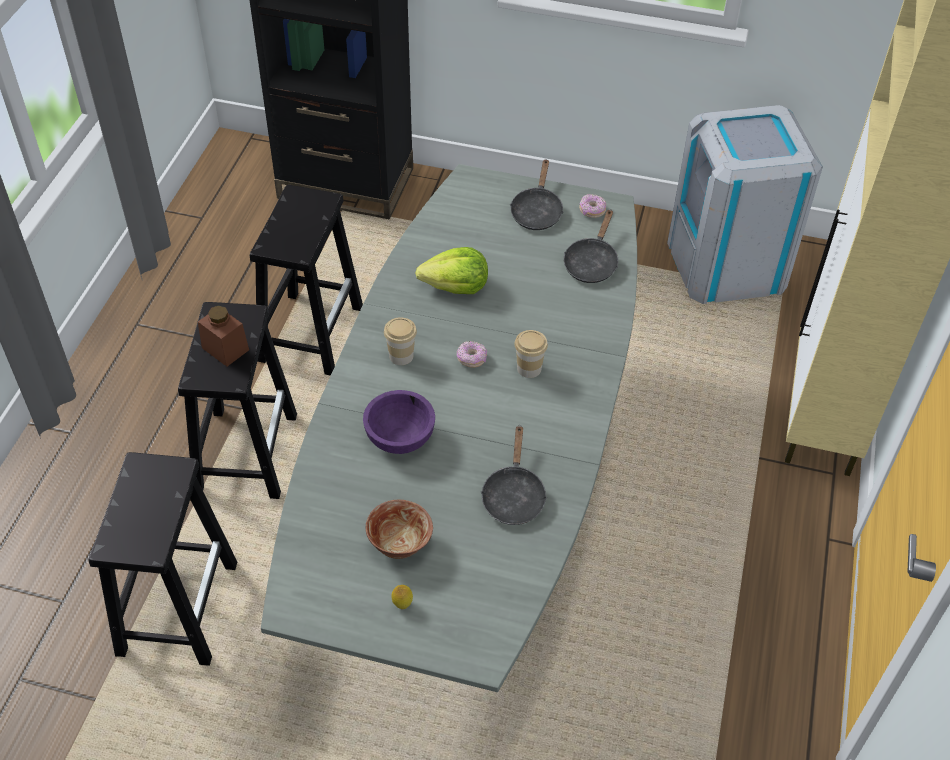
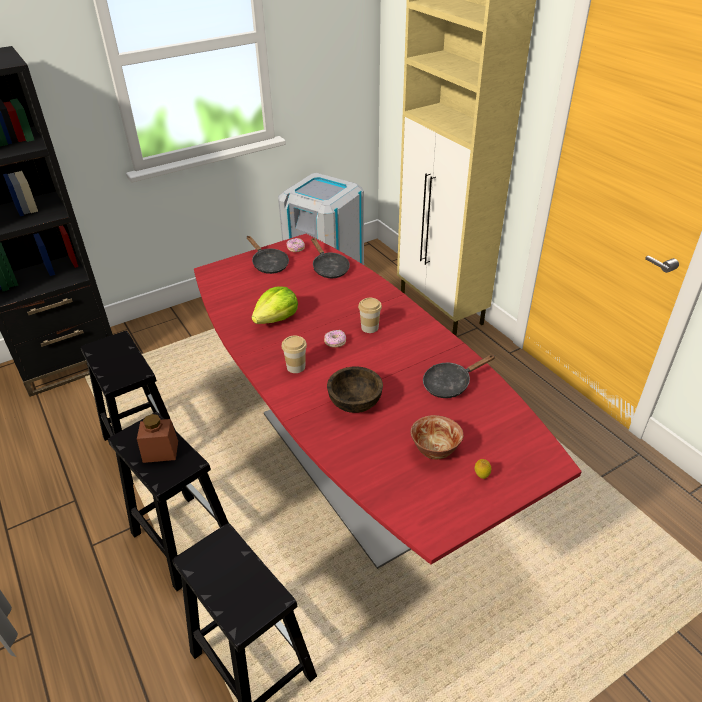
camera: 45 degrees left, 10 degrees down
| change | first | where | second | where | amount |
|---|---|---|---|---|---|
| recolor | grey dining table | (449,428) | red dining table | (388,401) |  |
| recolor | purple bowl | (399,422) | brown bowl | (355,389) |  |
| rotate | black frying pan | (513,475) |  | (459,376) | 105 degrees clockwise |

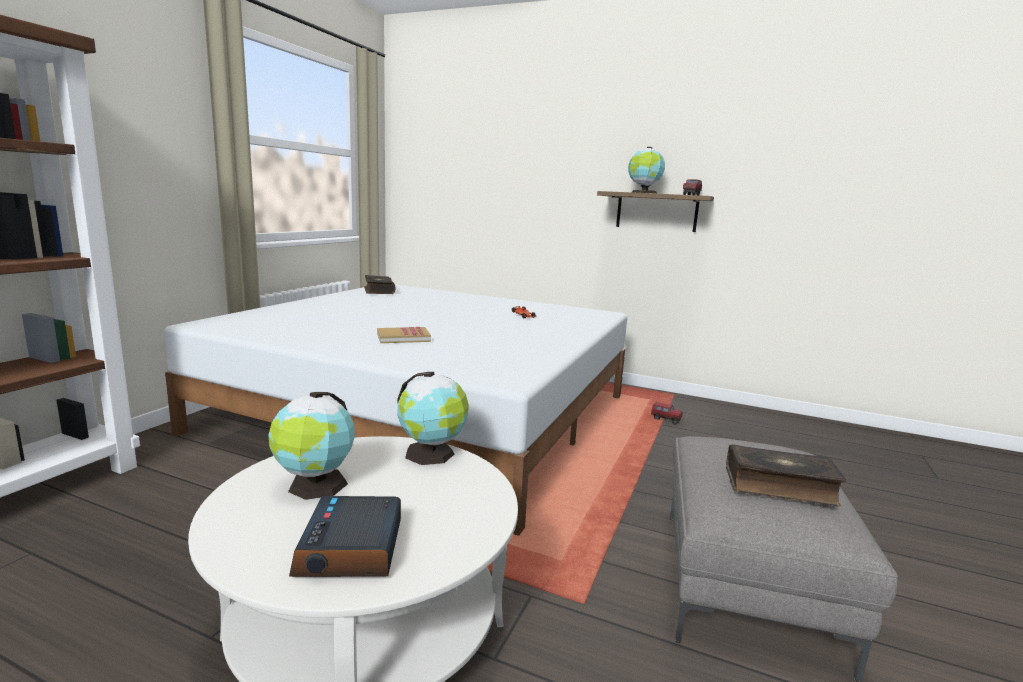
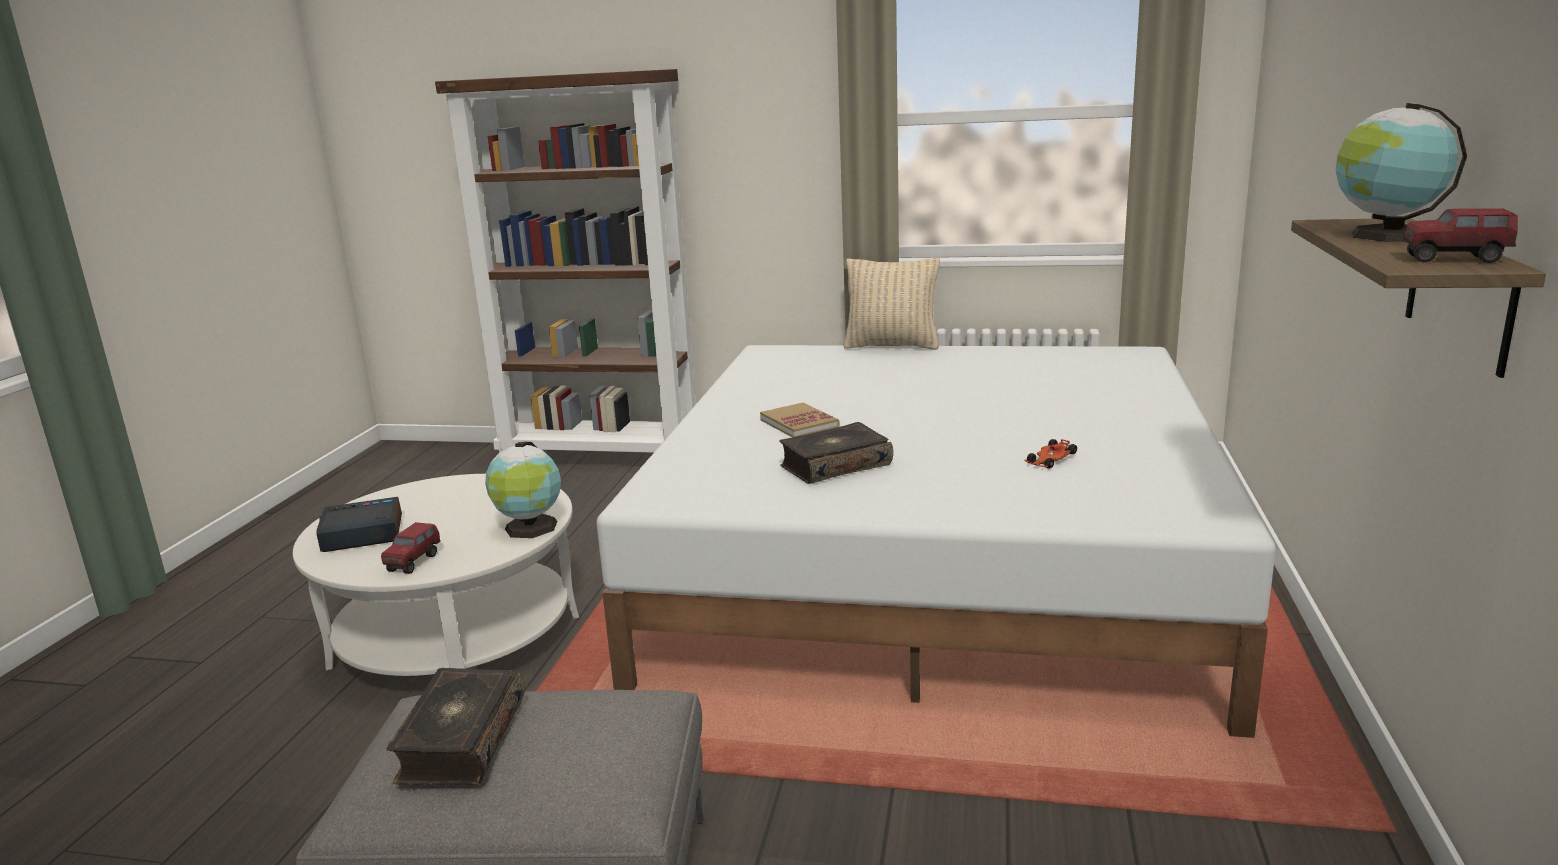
camera: 80 degrees right, 5 degrees up
| change | first | where | second | where | amount |
|---|---|---|---|---|---|
| move | toy truck | (667,413) |  | (411,548) |  |
| move | book | (380,284) |  | (836,453) |  |
| insert |  |  | beige pillow | (892,303) |  |
| delete | globe | (311,446) |  |  |  |

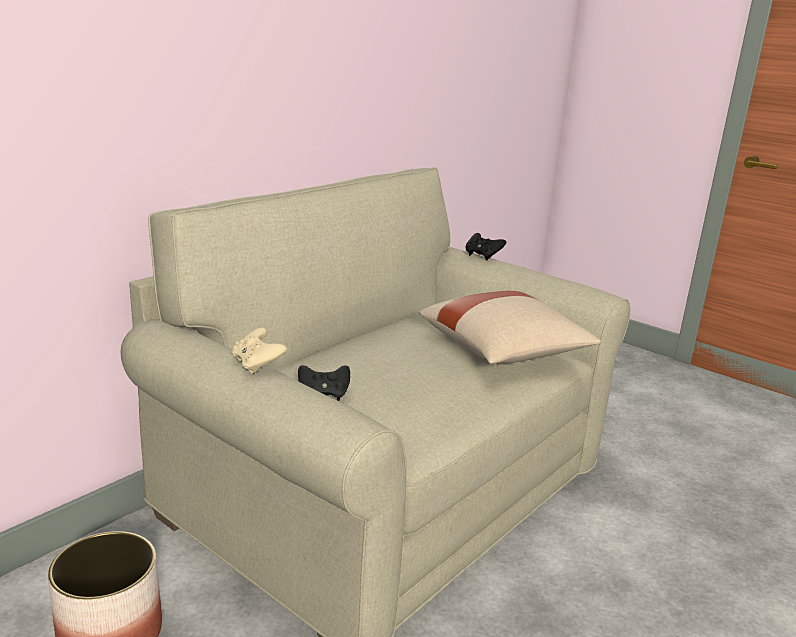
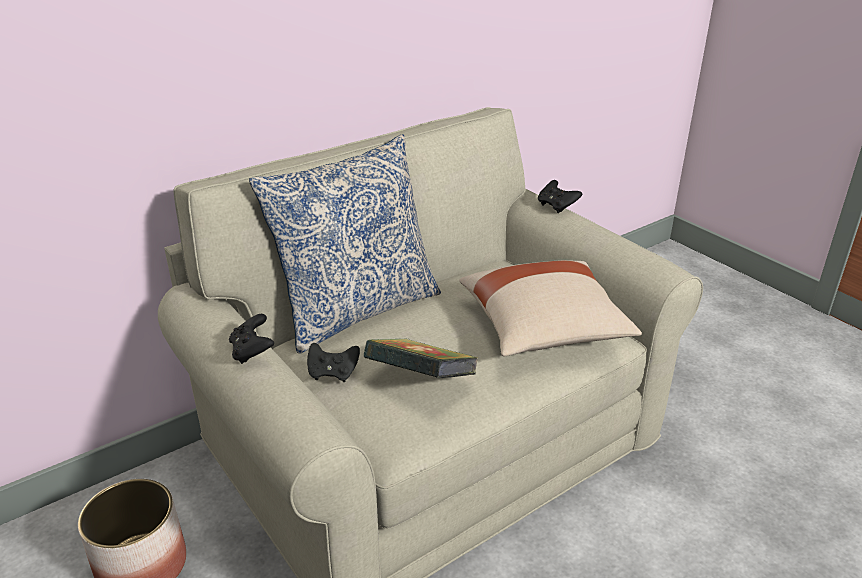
camera: 15 degrees right, 10 degrees up
| change | first | where | second | where | amount |
|---|---|---|---|---|---|
| recolor | beige game controller | (259,350) | black game controller | (251,339) |  |
| insert |  |  | pillow | (345,244) |  |
| insert |  |  | book | (421,358) |  |

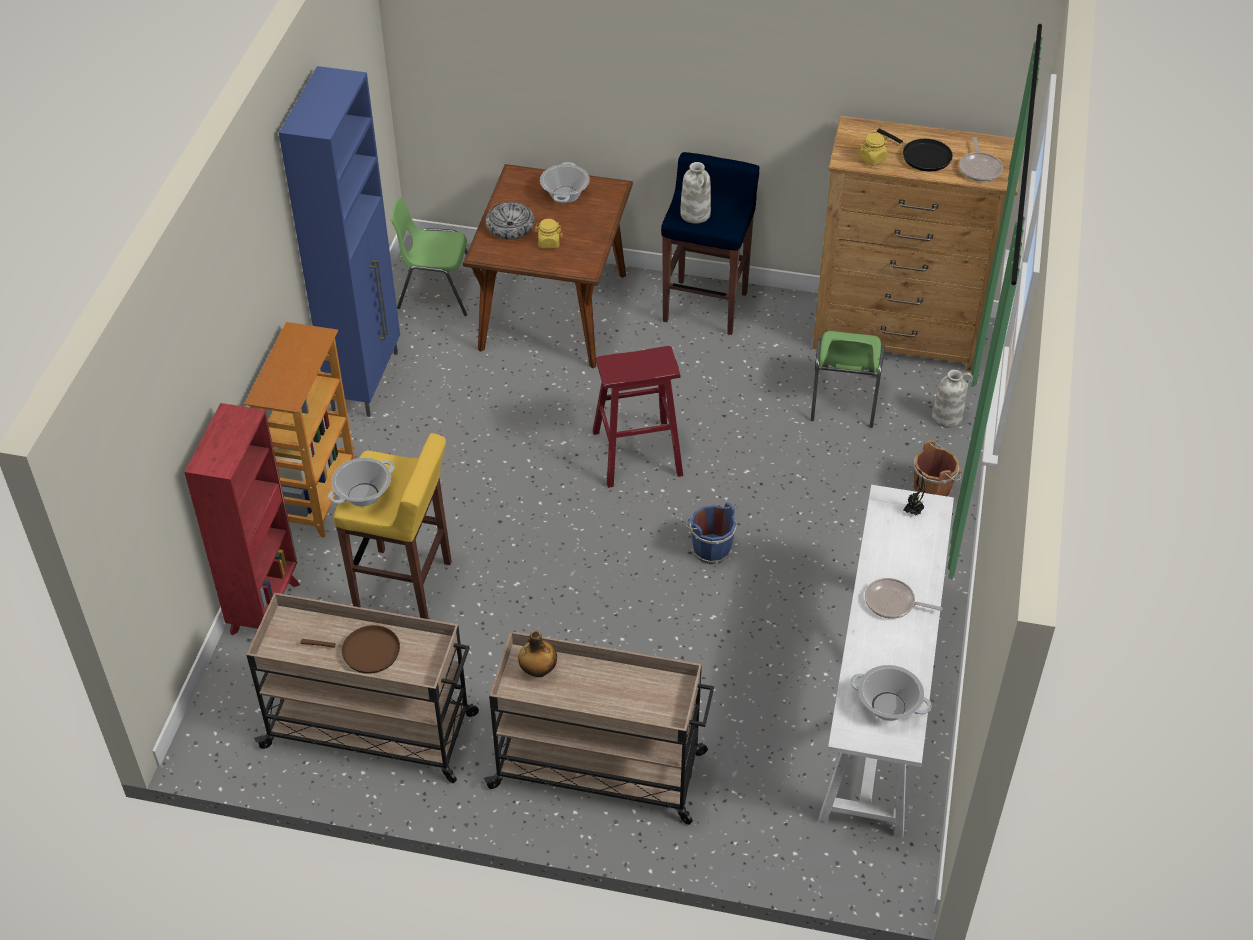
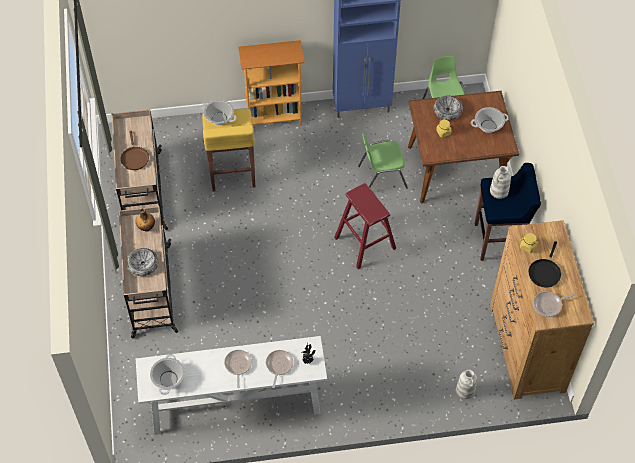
camera: 70 degrees right, 10 degrees up
| change | first | where | second | where | amount |
|---|---|---|---|---|---|
| insert |  |  | bowl | (142,262) |  |
| insert |  |  | frying pan | (279,369) |  |
| move | green chair | (848,379) |  | (383,161) |  |
| delete | red bookcase | (242,519) |  |  |  |
| delete | blue bucket | (711,533) |  |  |  |
| delete | brown bucket | (937,468) |  |  |  |

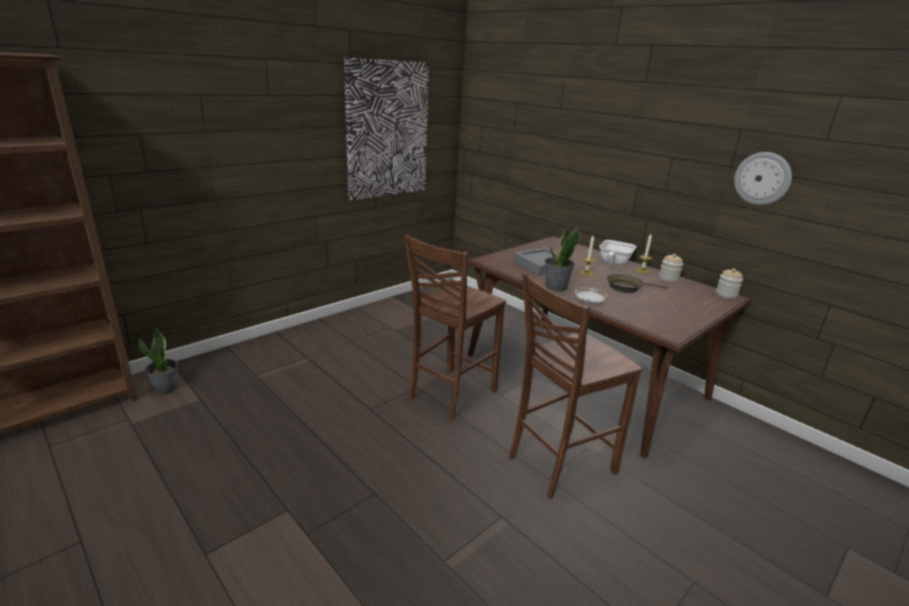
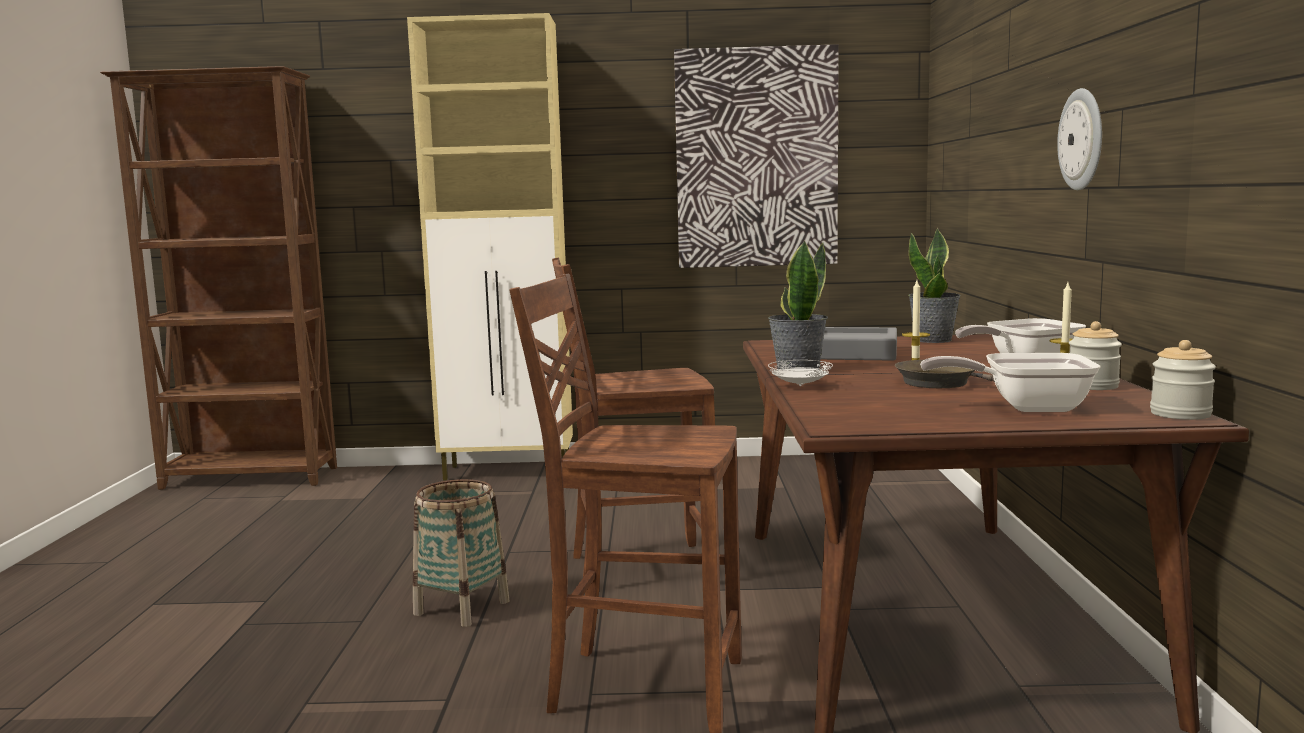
camera: 45 degrees right, 15 degrees down
| change | first | where | second | where | amount |
|---|---|---|---|---|---|
| insert |  |  | beige cabinet | (490,246) |  |
| insert |  |  | basket | (461,553) |  |
| move | potted plant | (158,361) |  | (934,285) |  |
| insert |  |  | frying pan | (1010,382) |  |
| move | wall clock | (763,178) |  | (1079,139) |  |

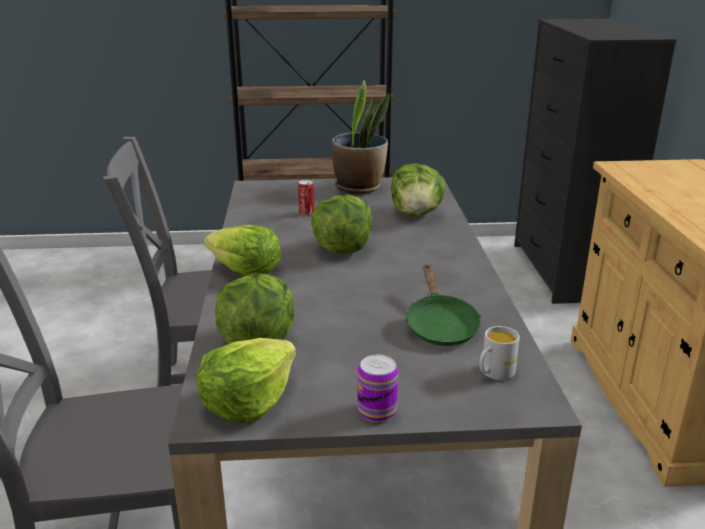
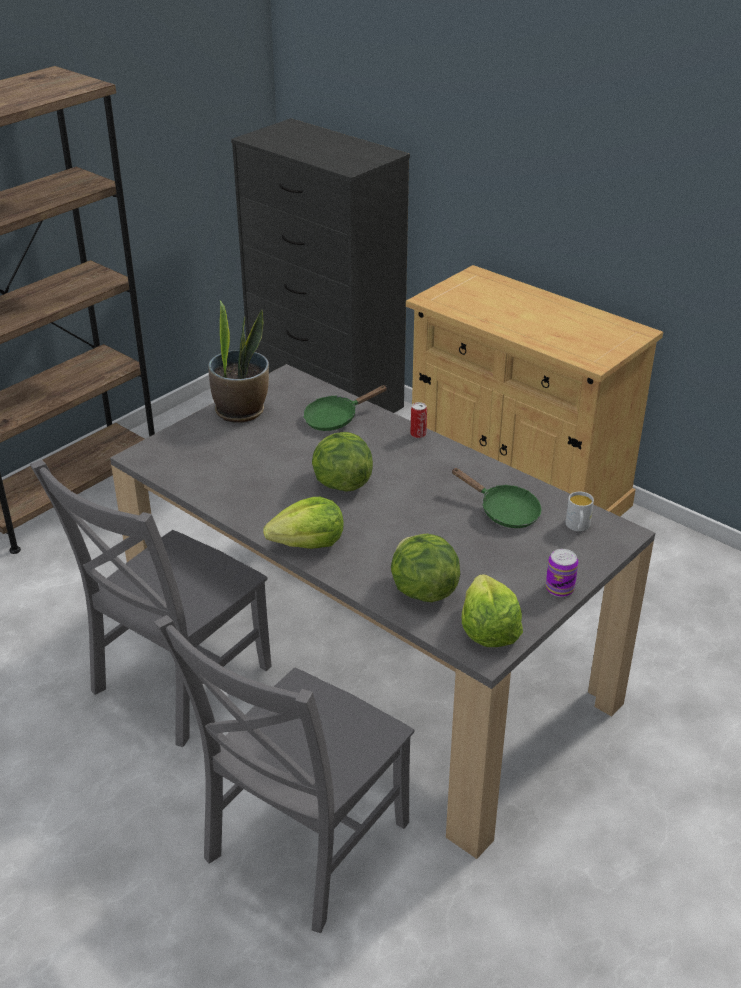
camera: 45 degrees left, 10 degrees up
| change | first | where | second | where | amount |
|---|---|---|---|---|---|
| replace | lettuce | (418,189) | green frying pan | (345,408) |  |
| move | can | (306,198) |  | (418,420) |  |

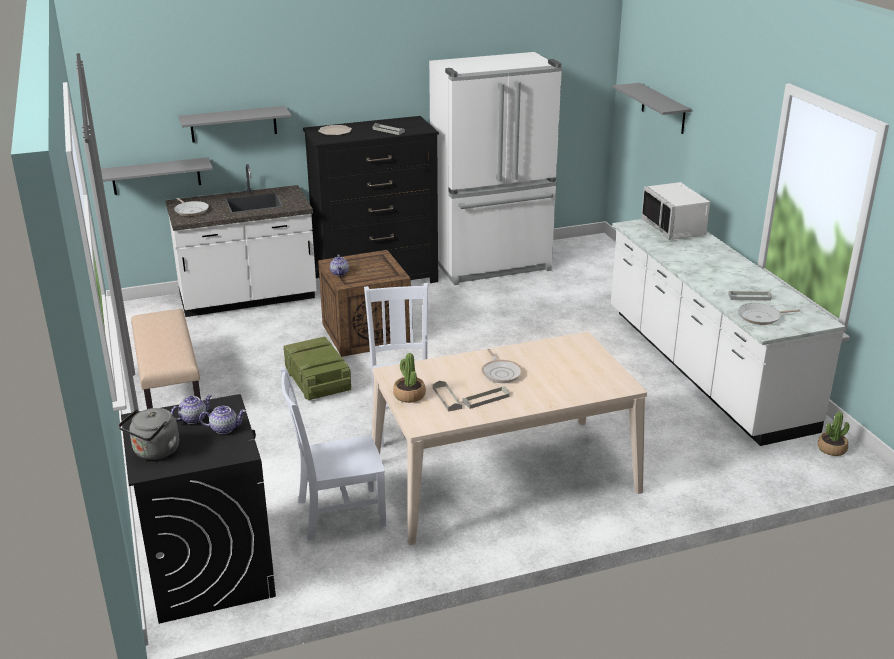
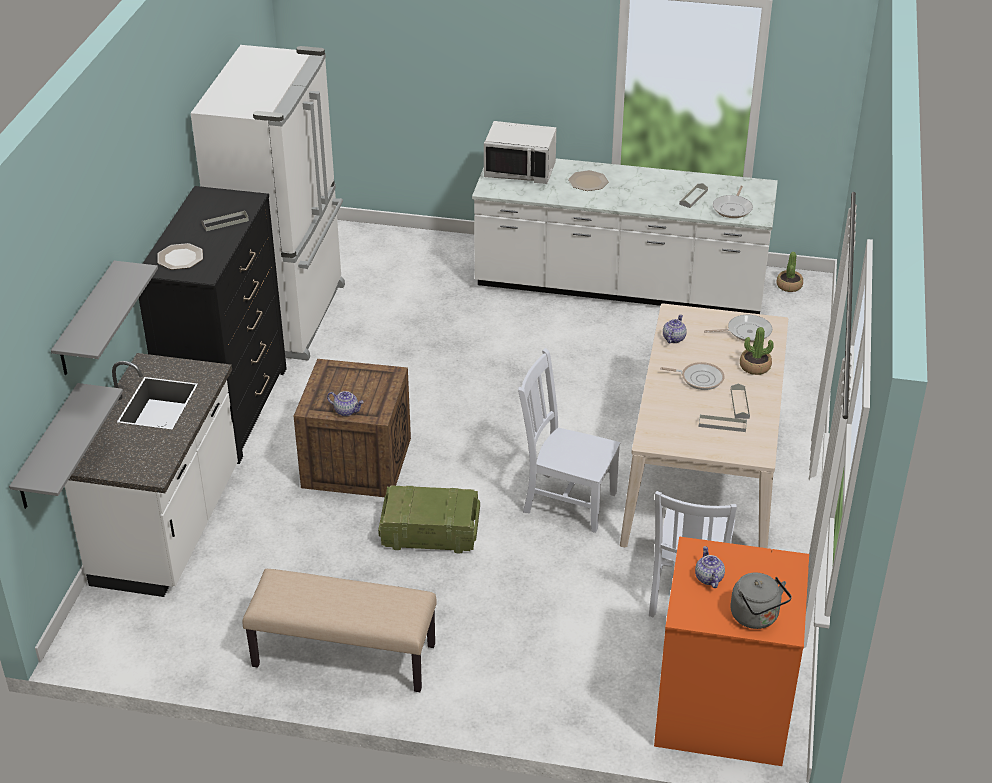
camera: 60 degrees left, 10 degrees up
| change | first | where | second | where | amount |
|---|---|---|---|---|---|
| insert |  |  | plate | (588,180) |  |
| recolor | black washing machine | (198,509) | orange washing machine | (731,651) |  |
| move | teapot | (222,420) |  | (675,328) |  |
| move | frying pan | (191,207) |  | (738,328) |  |
| move | potted plant | (409,378) |  | (757,351) |  |
| delete | grey shelf | (652,108) |  |  |  |

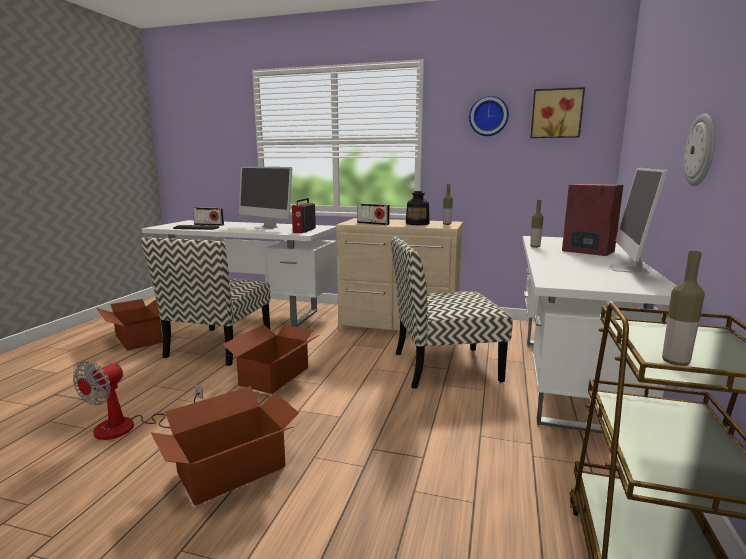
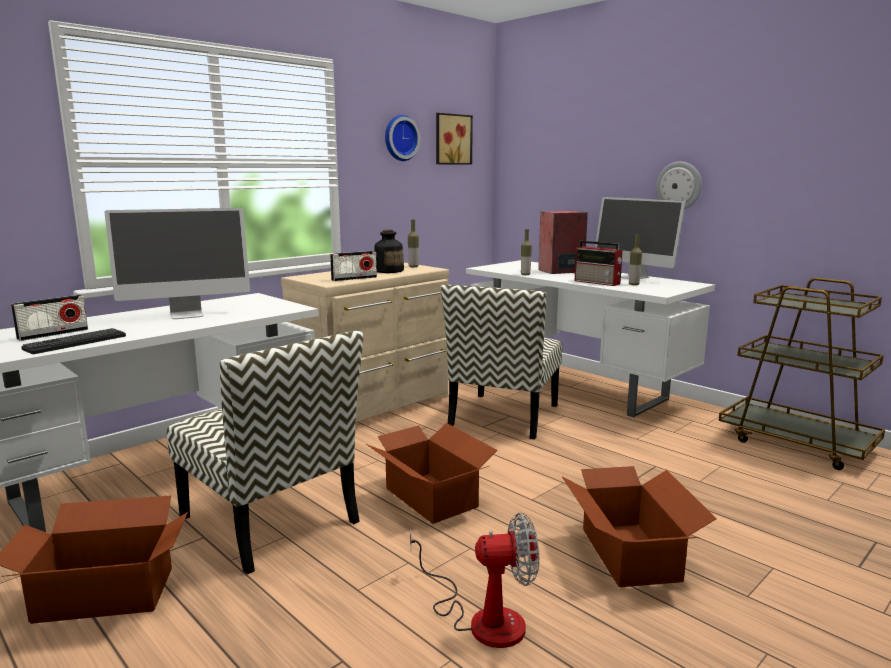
camera: 60 degrees left, 0 degrees up
| change | first | where | second | where | amount |
|---|---|---|---|---|---|
| rotate | fan | (138,400) |  | (474,580) | 60 degrees counterclockwise |
| move | radio | (304,215) |  | (599,263) |  |
| move | bottle | (683,308) |  | (635,260) |  |

